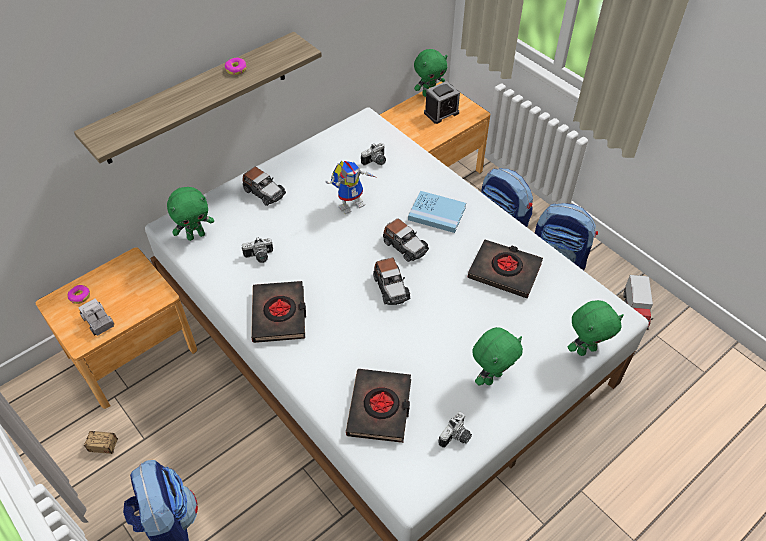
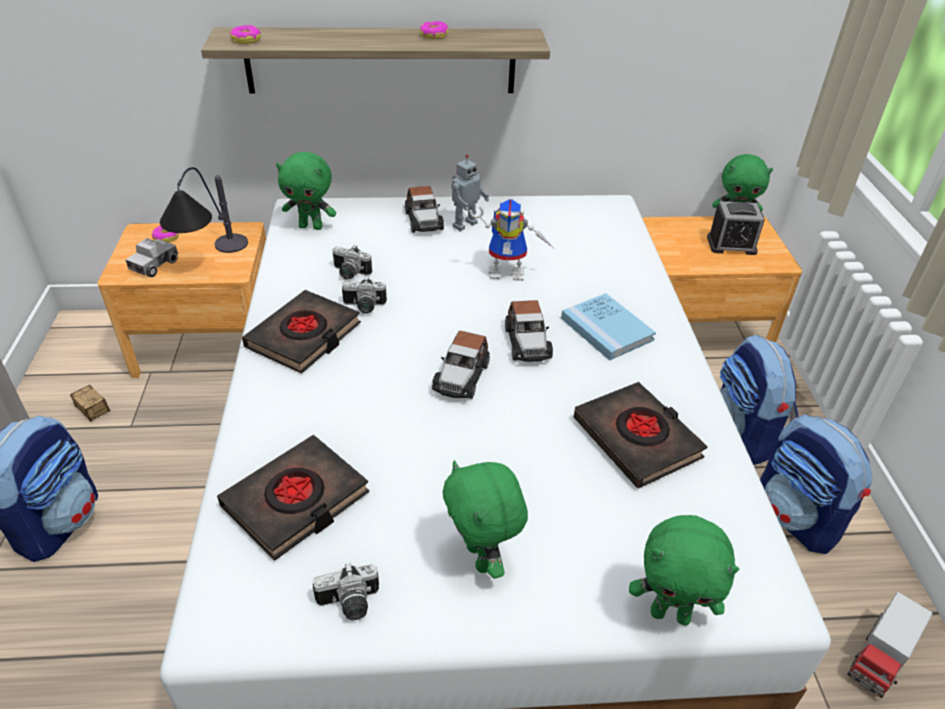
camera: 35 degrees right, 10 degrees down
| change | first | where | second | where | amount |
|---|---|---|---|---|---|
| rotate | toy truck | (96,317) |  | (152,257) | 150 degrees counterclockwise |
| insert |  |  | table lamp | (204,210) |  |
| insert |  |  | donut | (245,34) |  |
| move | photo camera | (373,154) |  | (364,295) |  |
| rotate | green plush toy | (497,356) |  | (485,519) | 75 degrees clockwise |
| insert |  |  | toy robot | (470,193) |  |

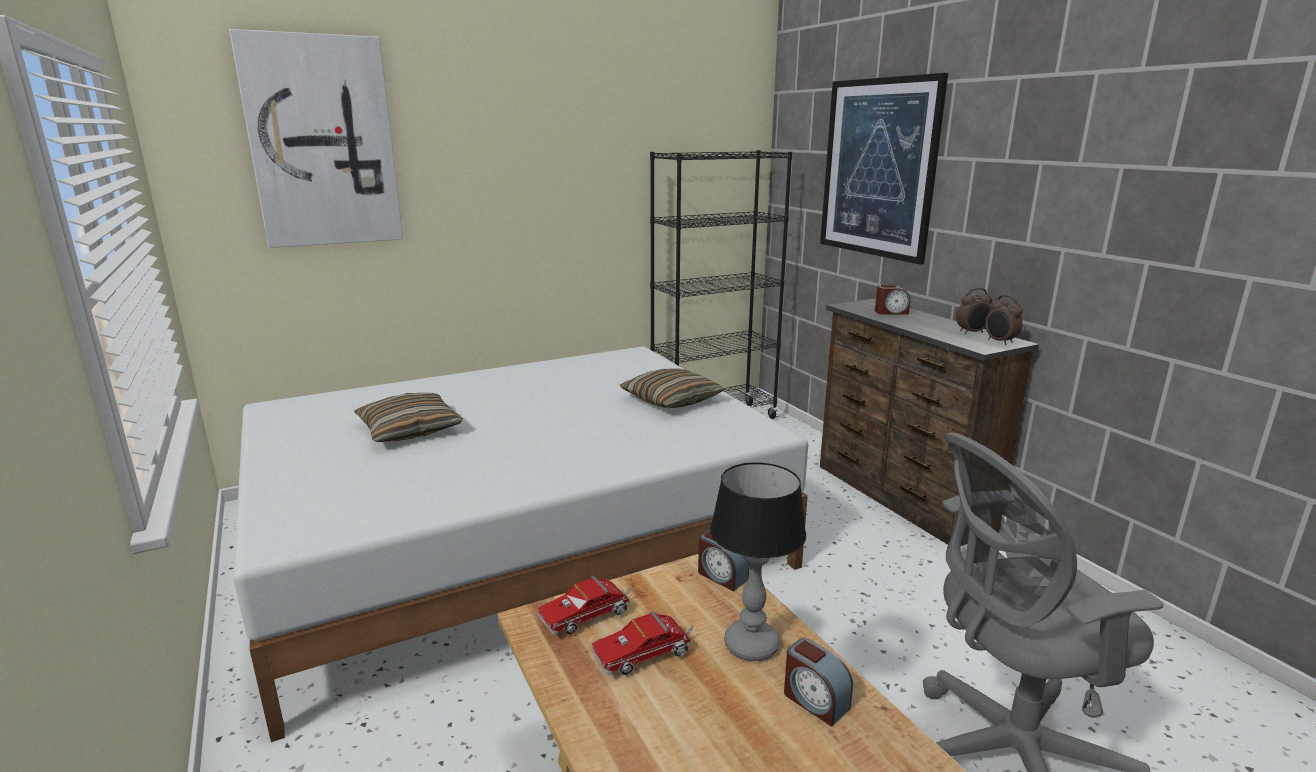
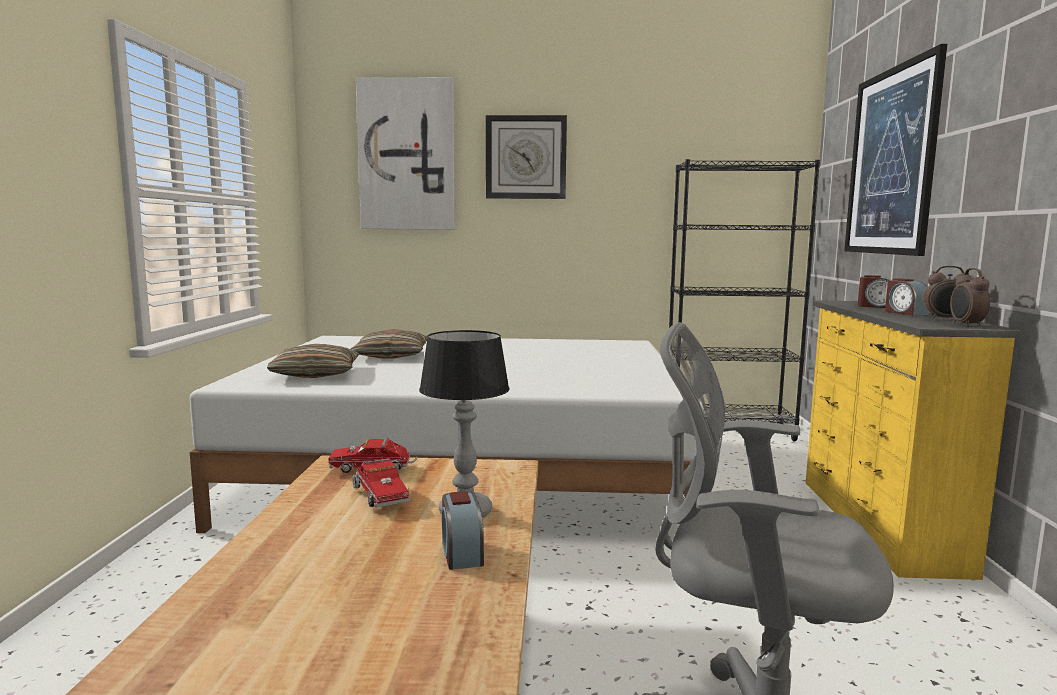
camera: 30 degrees right, 10 degrees down
| change | first | where | second | where | amount |
|---|---|---|---|---|---|
| move | pillow | (673,388) |  | (313,361) |  |
| rotate | toy truck | (642,643) |  | (381,483) | 120 degrees counterclockwise |
| insert |  |  | wall clock | (526,157) |  |
| recolor | brown dresser | (929,422) | yellow dresser | (913,440) |  |
| move | alarm clock | (724,560) |  | (907,296) |  |

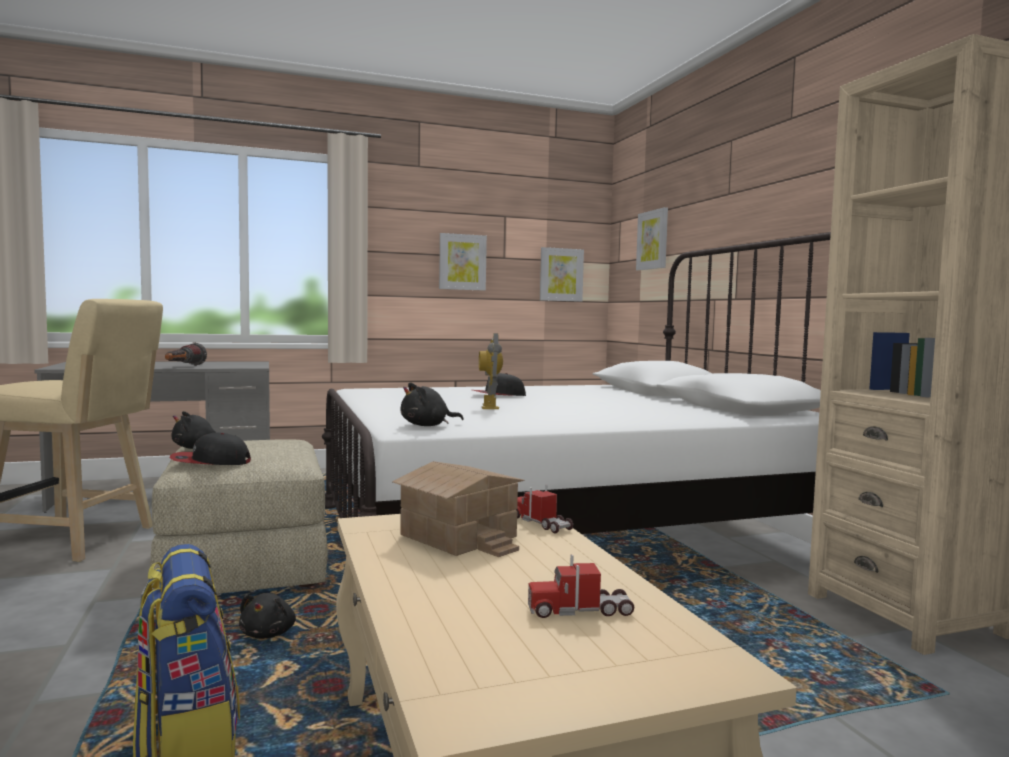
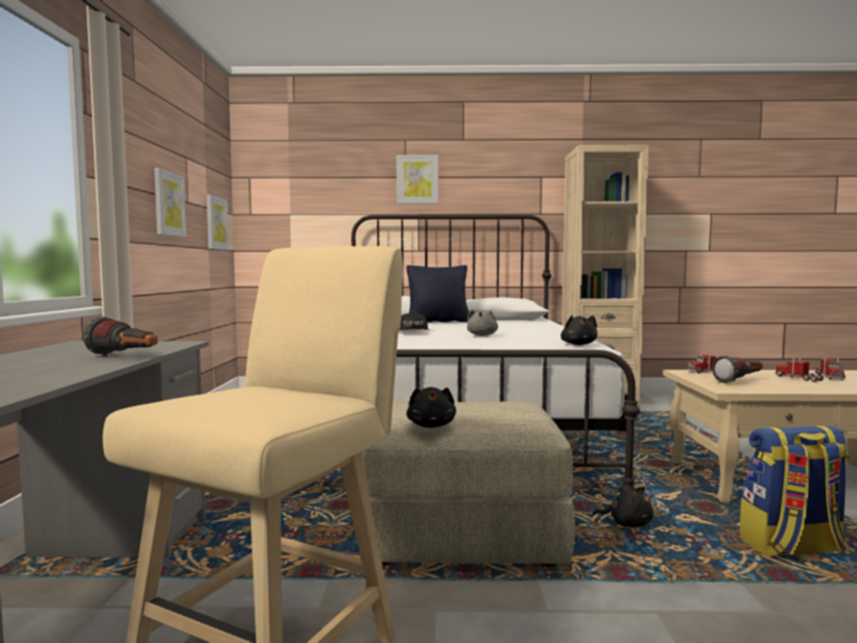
camera: 70 degrees left, 0 degrees up
| change | first | where | second | where | amount |
|---|---|---|---|---|---|
| move | picture | (652,238) |  | (417,179) |  |
| insert |  |  | black pillow | (437,293) |  |
| replace | toy robot | (491,371) | grey plush toy | (482,322) |  |
| replace | toy house | (458,509) | flashlight | (737,369) |  |
| insert |  |  | toy truck | (799,369) |  |
| delete | cap | (210,448) |  |  |  |

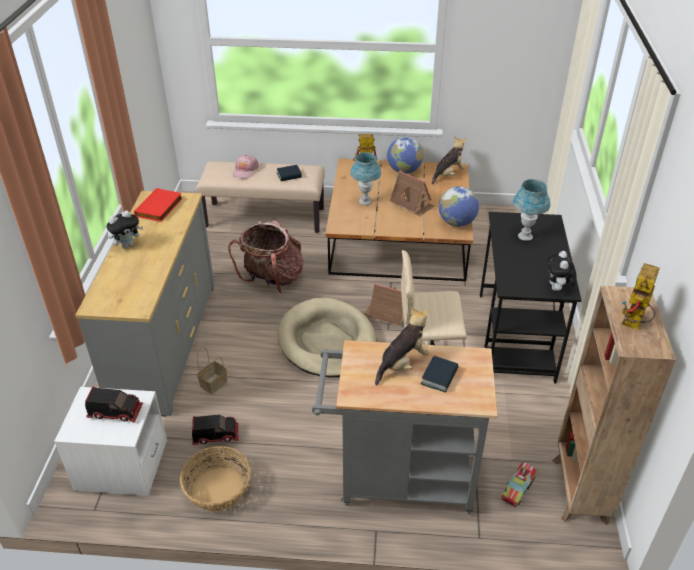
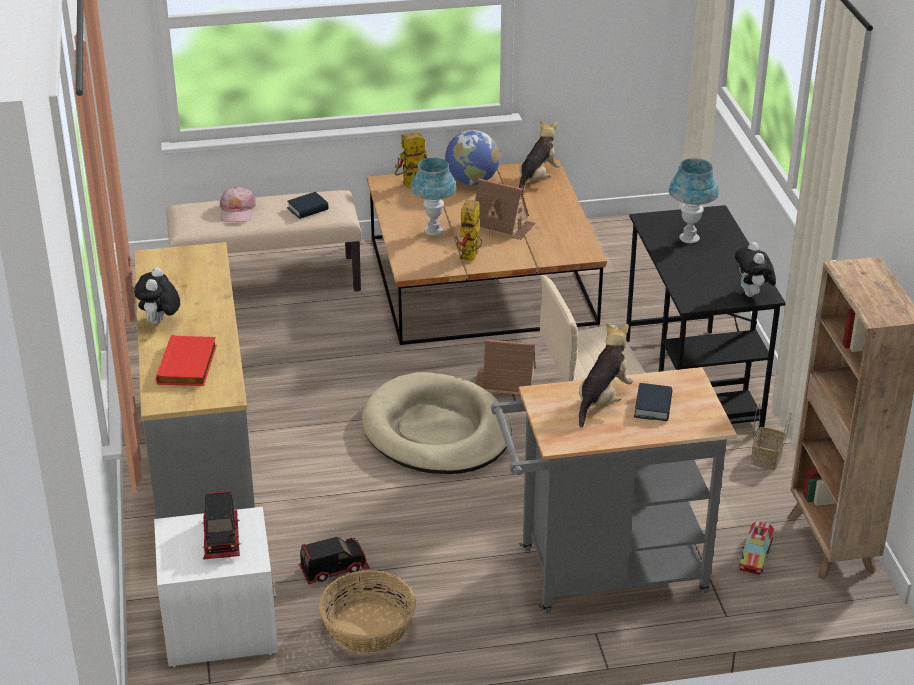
camera: 15 degrees left, 5 degrees down
| change | first | where | second | where | amount |
|---|---|---|---|---|---|
| rotate | plush toy | (124,230) |  | (157,295) | 150 degrees clockwise |
| move | red book | (158,205) |  | (186,360) |  |
| rotate | toy truck | (114,405) |  | (221,525) | 90 degrees clockwise |
| move | toy robot | (640,296) |  | (468,230) |  |
| move | basket | (212,370) |  | (771,437) |  |
| delete | backpack | (265,256) |  |  |  |
| delete | globe | (459,207) |  |  |  |

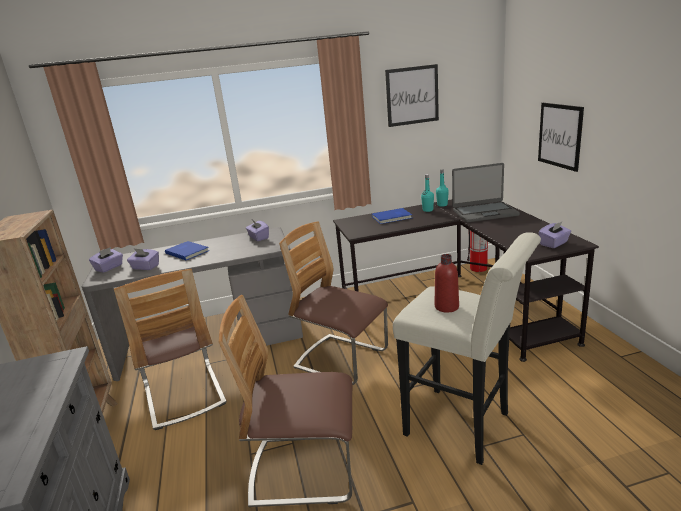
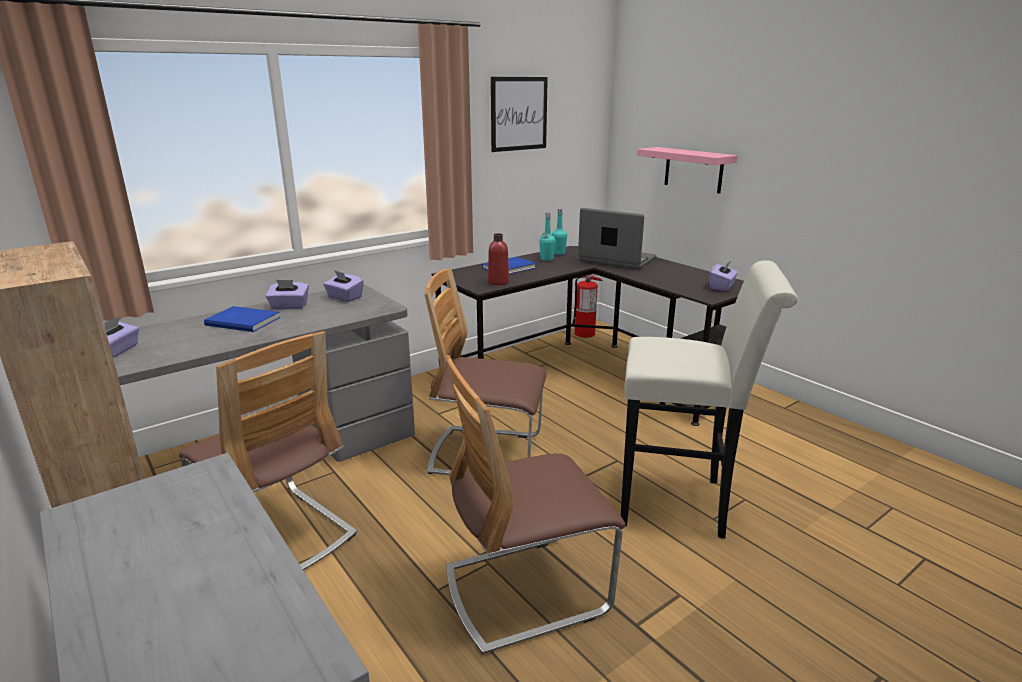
camera: 25 degrees left, 0 degrees up
| change | first | where | second | where | amount |
|---|---|---|---|---|---|
| move | purple tissue box | (143,259) |  | (287,294) |  |
| move | red bottle | (447,283) |  | (498,259) |  |
| rotate | laptop | (486,193) |  | (617,238) | 120 degrees counterclockwise |
| replace | picture | (561,137) | pink shelf | (687,170) |  |

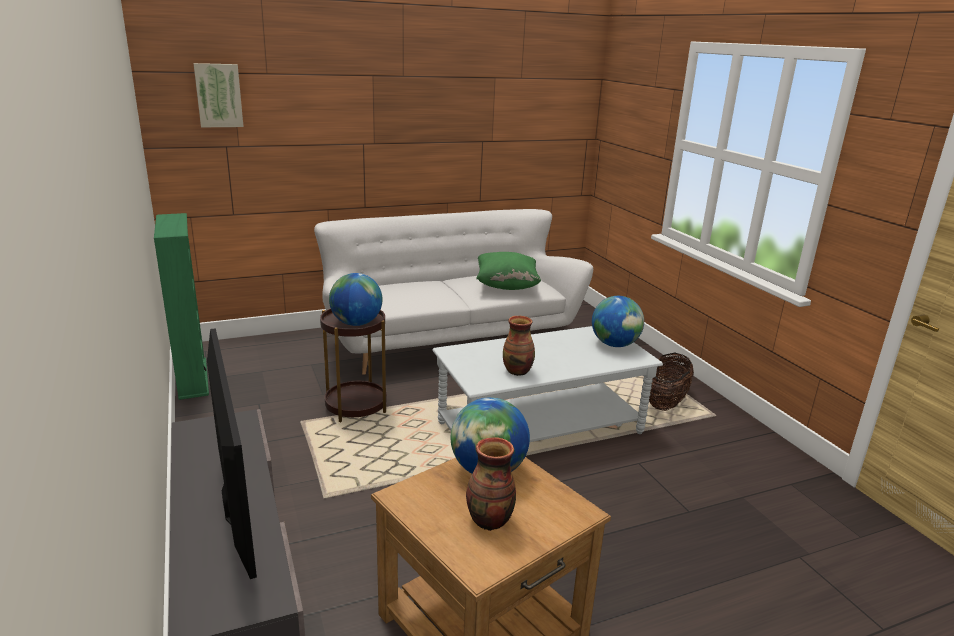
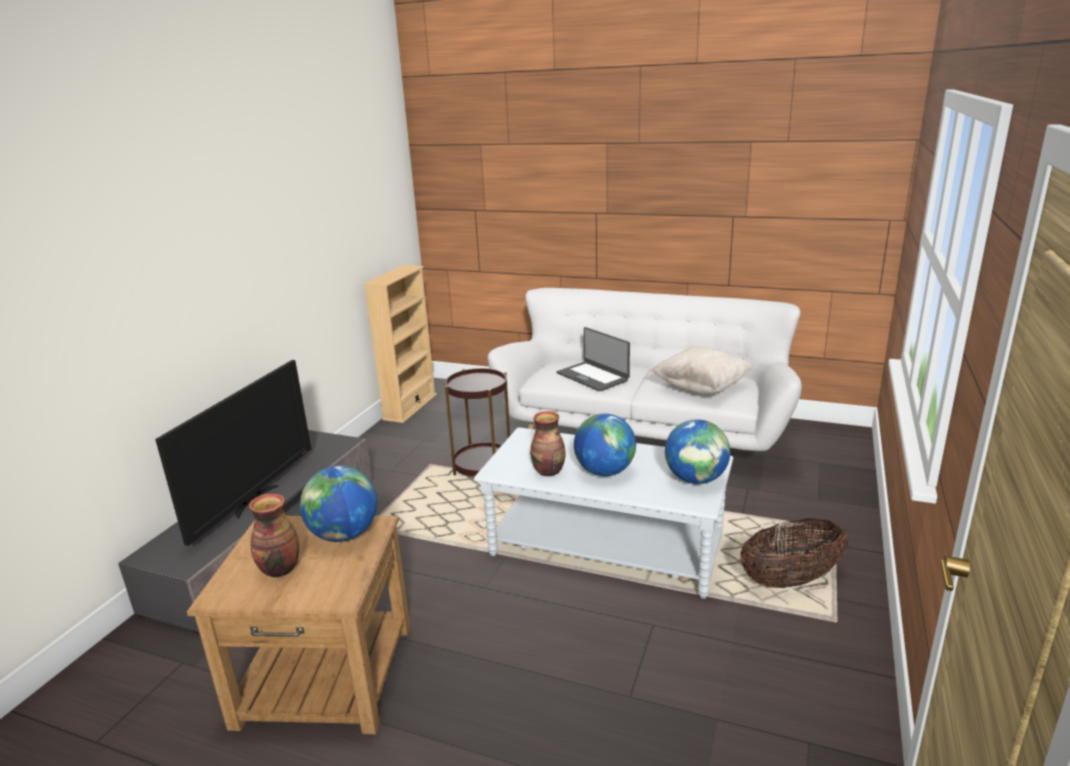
camera: 45 degrees right, 0 degrees up
| change | first | where | second | where | amount |
|---|---|---|---|---|---|
| recolor | green bookcase | (181,306) | beige bookcase | (400,344) |  |
| insert |  |  | laptop | (593,359) |  |
| move | globe | (355,299) |  | (605,444) |  |
| recolor | green pillow | (508,271) | beige pillow | (702,370) |  |
| delete | picture | (219,95) |  |  |  |

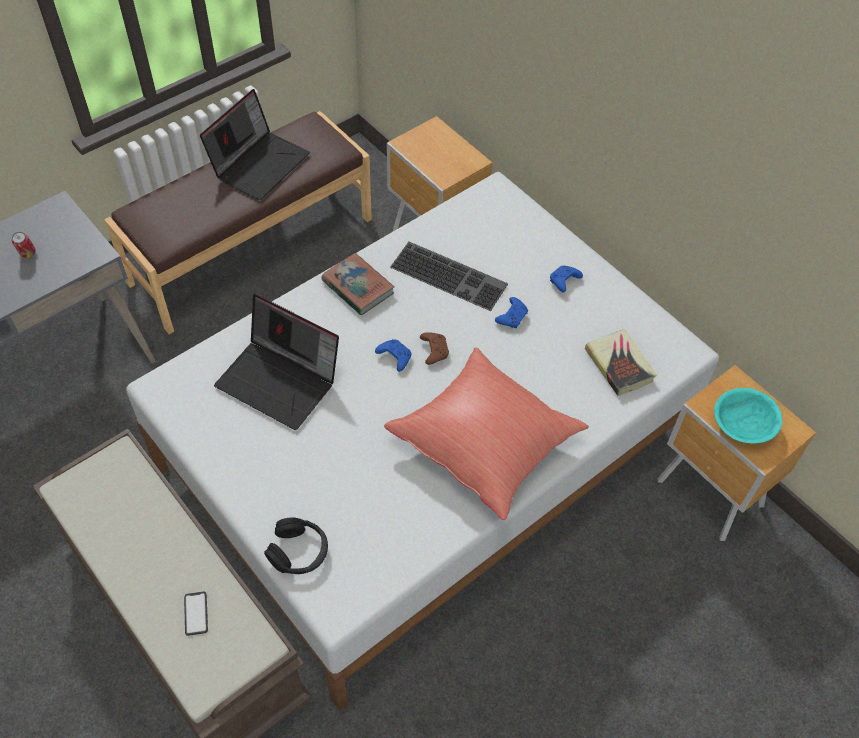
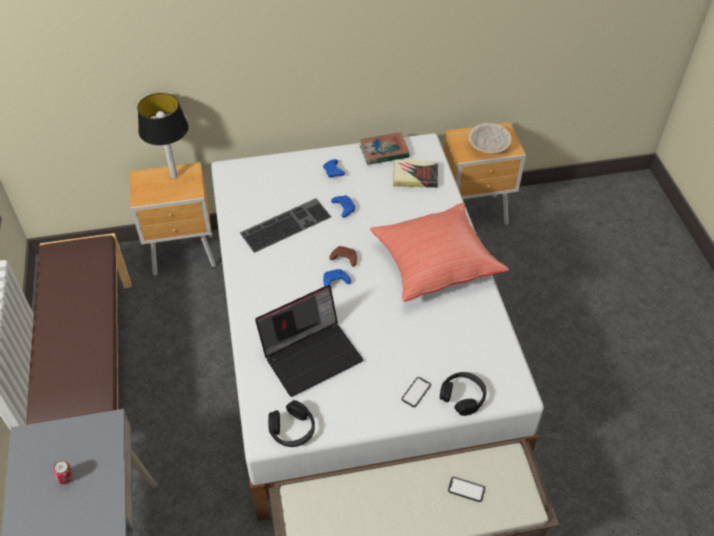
camera: 60 degrees left, 5 degrees down
| change | first | where | second | where | amount |
|---|---|---|---|---|---|
| insert |  |  | table lamp | (162,136) |  |
| insert |  |  | black headphones | (291,423) |  |
| move | book | (358,284) |  | (385,148) |  |
| insert |  |  | phone | (416,392) |  |
| recolor | turquoise bowl | (748,416) | beige bowl | (490,138) |  |
| delete | laptop | (255,144) |  |  |  |

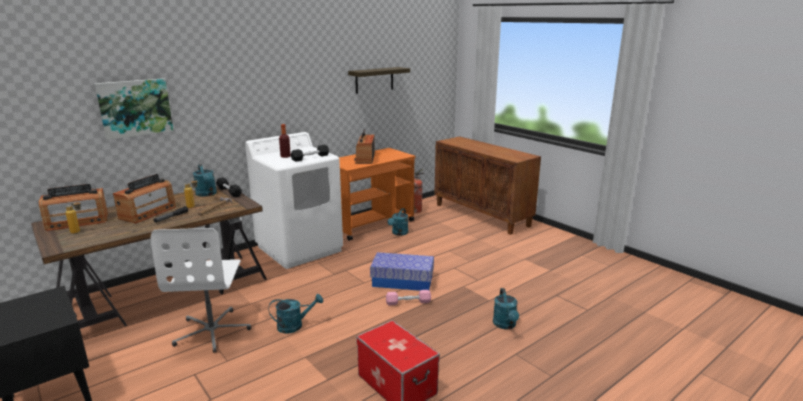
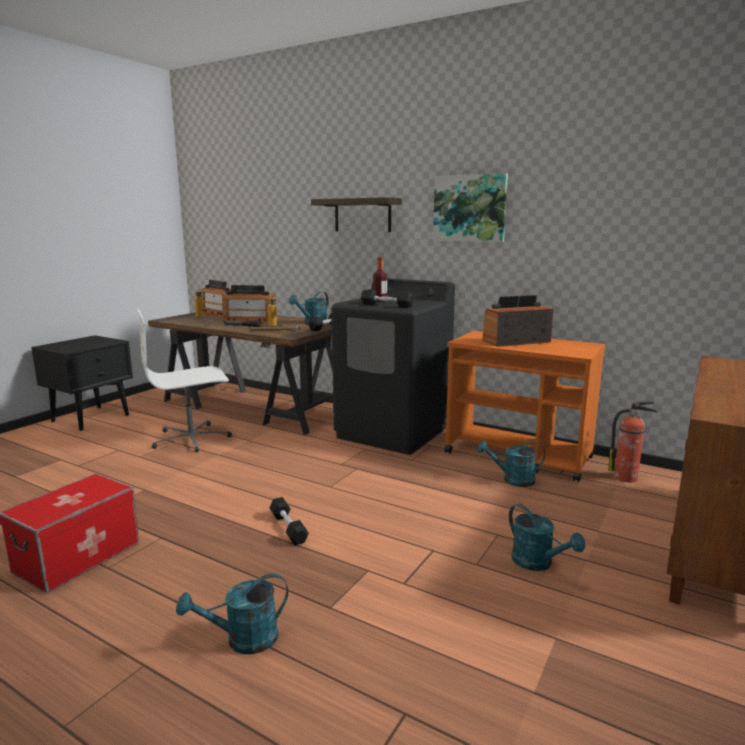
camera: 70 degrees right, 5 degrees down
| change | first | where | second | where | amount |
|---|---|---|---|---|---|
| recolor | pink dumbbell | (408,298) | black dumbbell | (289,521) |  |
| move | shelf | (379,80) |  | (356,214) |  |
| recolor | white washing machine | (294,200) | black washing machine | (393,366) |  |
| move | picture | (134,109) |  | (470,207) |  |
| move | turquoise watering can | (296,314) |  | (547,537) |  |
| delete | storage box | (402,271) |  |  |  |

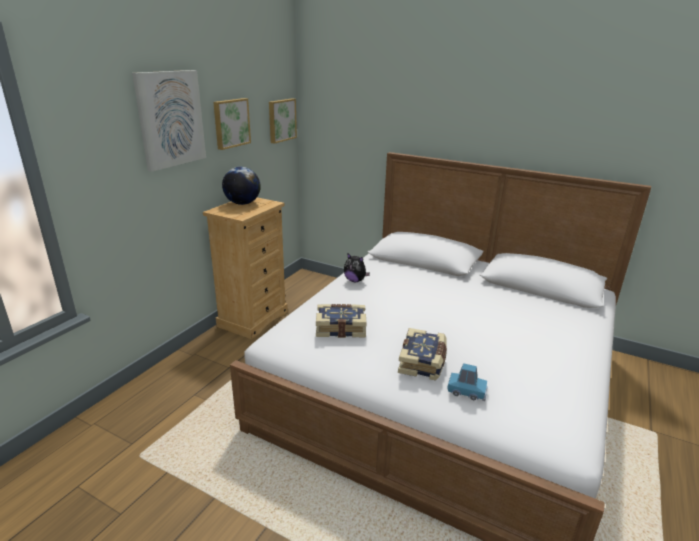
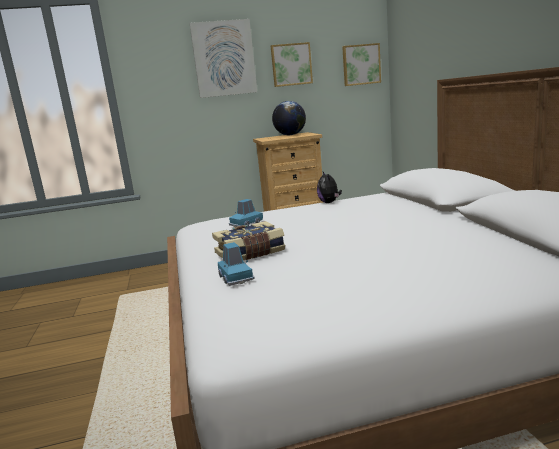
camera: 50 degrees right, 10 degrees down
| change | first | where | second | where | amount |
|---|---|---|---|---|---|
| replace | book | (341,321) | blue toy car | (246,213) |  |

